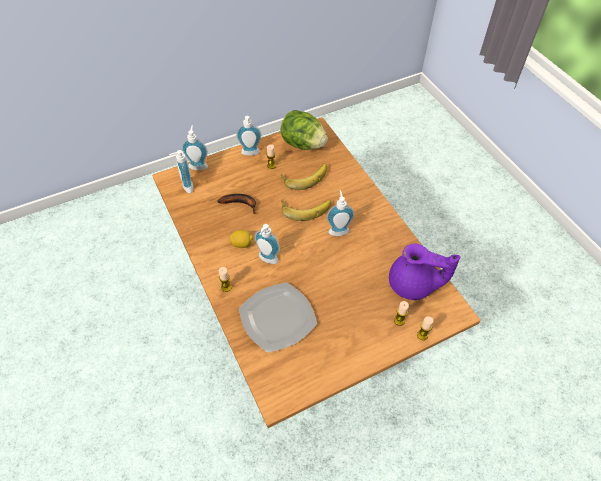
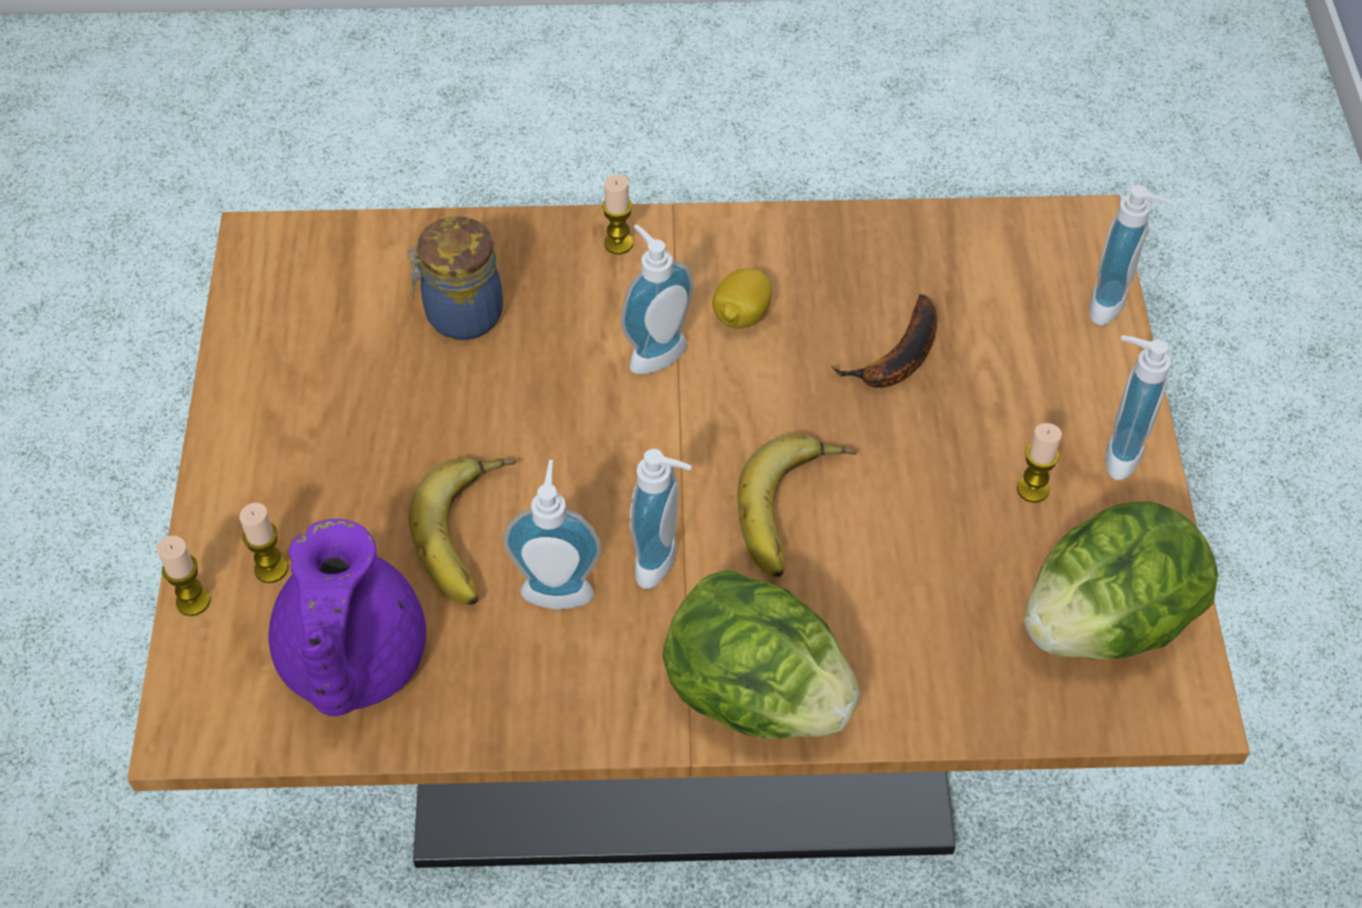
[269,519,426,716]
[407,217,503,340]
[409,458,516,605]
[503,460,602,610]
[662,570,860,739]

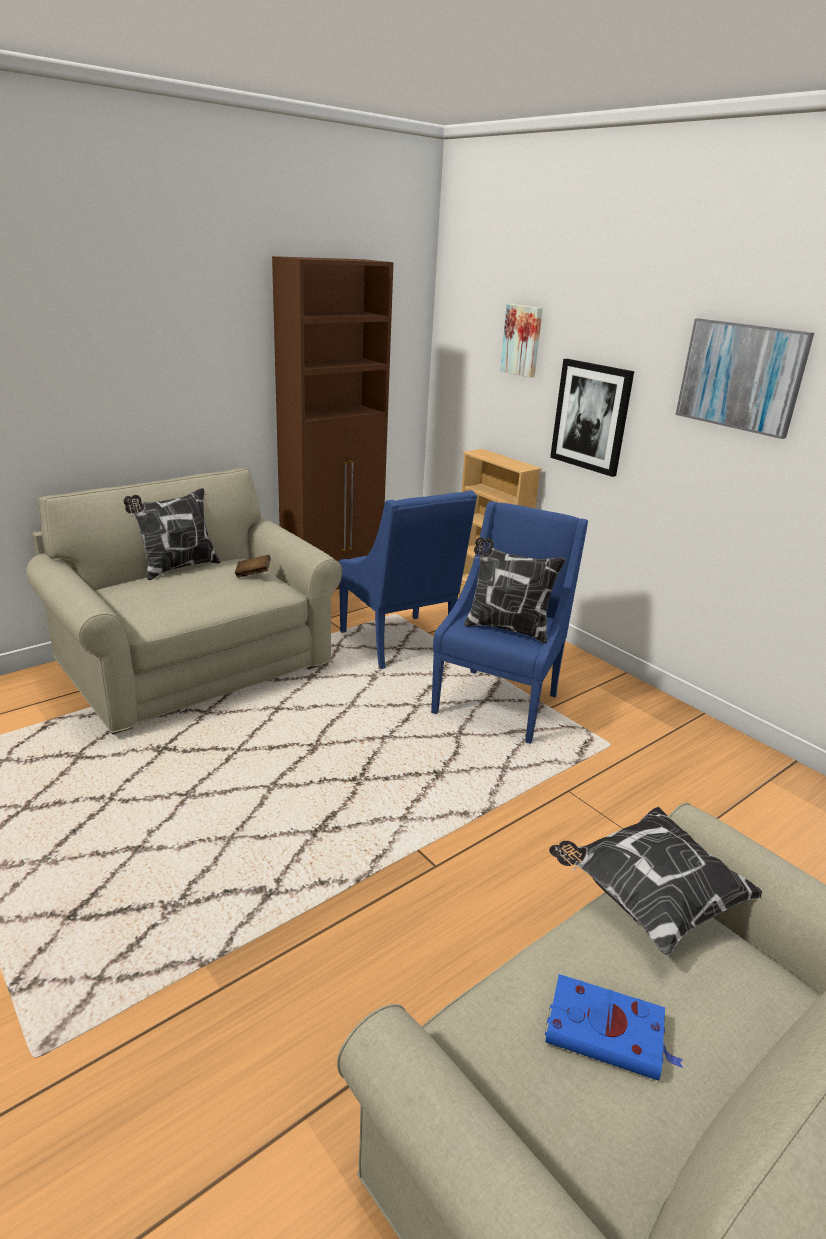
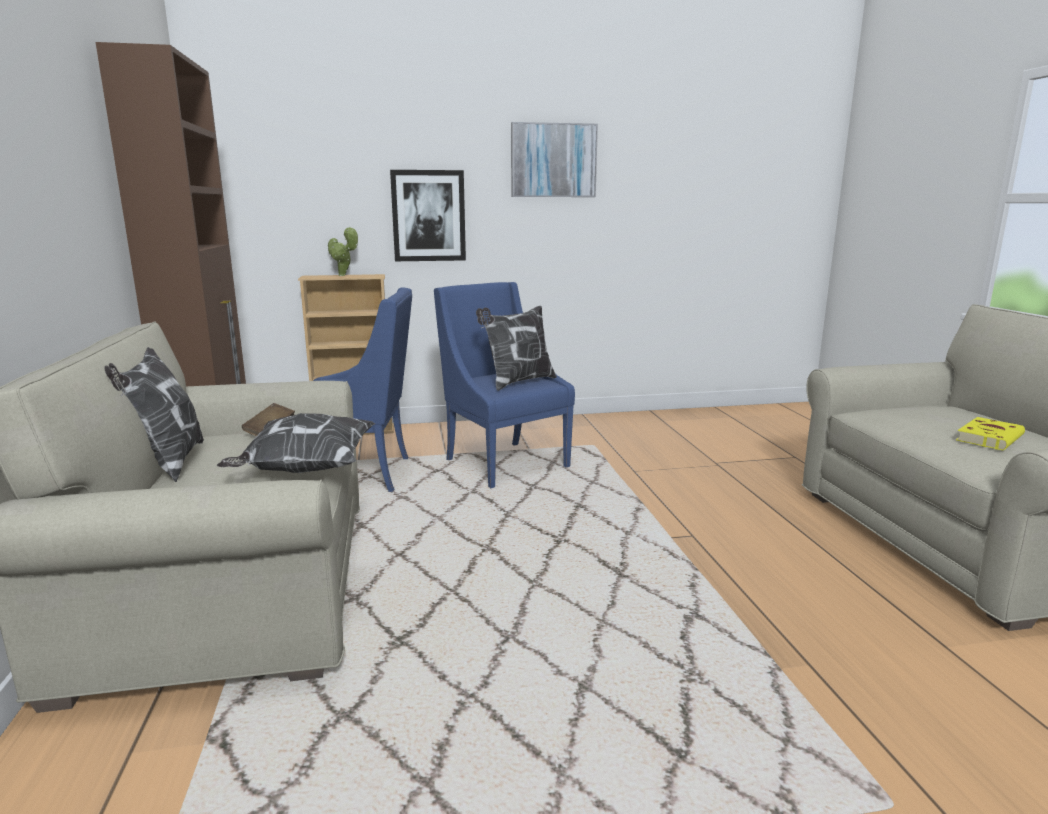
[217,413,375,473]
[328,227,358,276]
[956,417,1025,450]
[500,304,543,378] (first image)

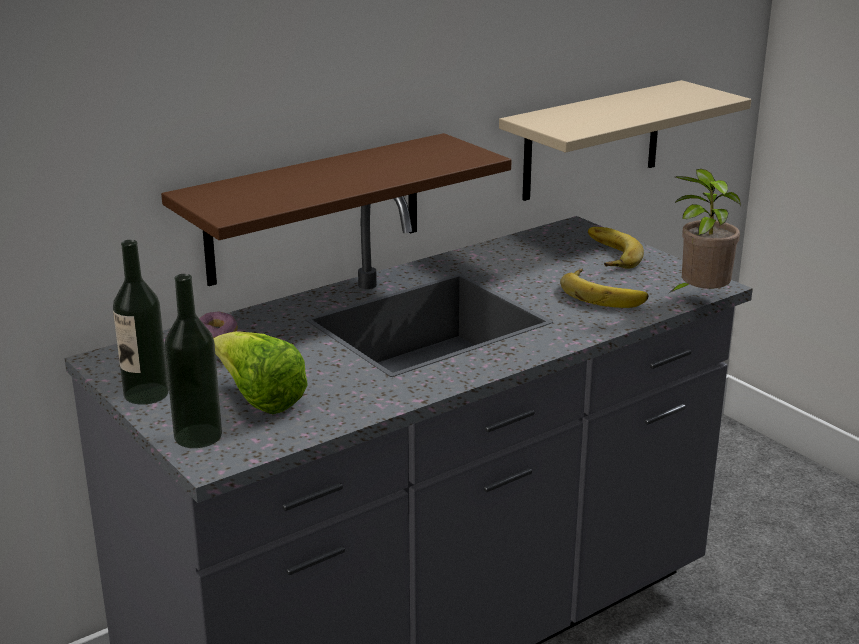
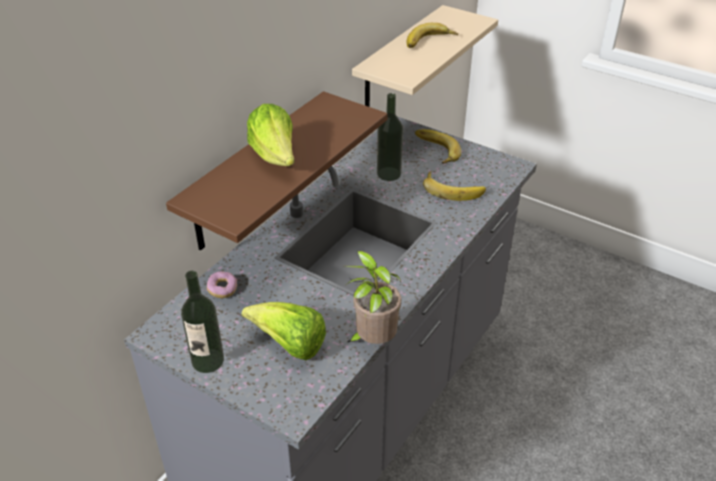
[247,104,294,166]
[344,251,401,344]
[377,93,403,181]
[407,23,458,48]

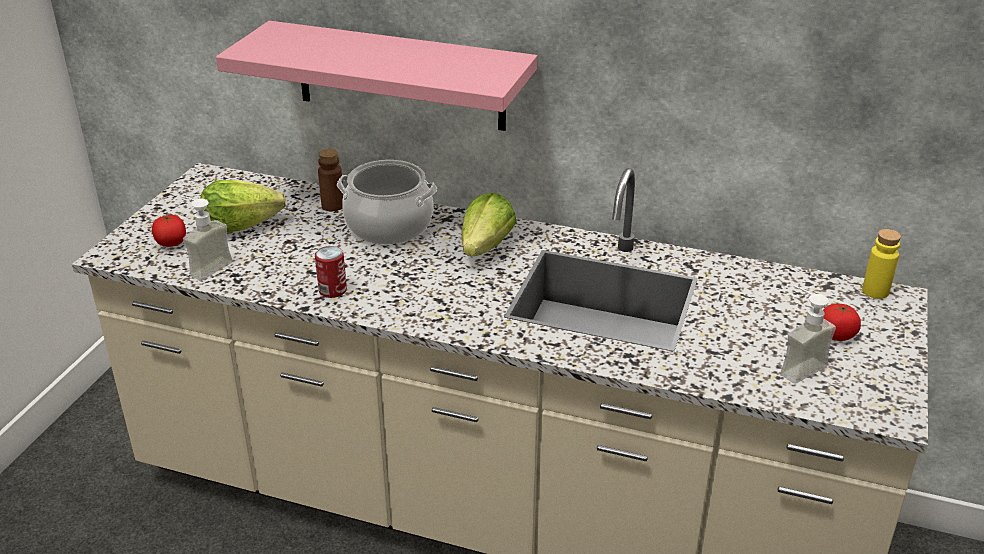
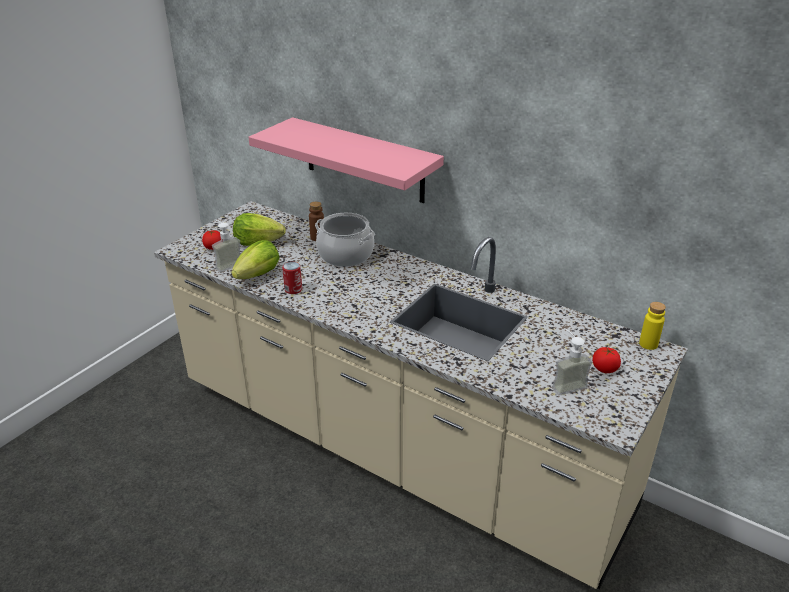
[231,240,280,279]

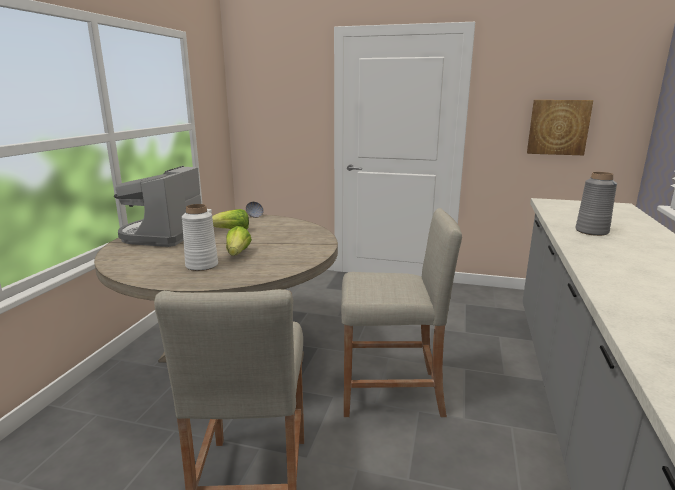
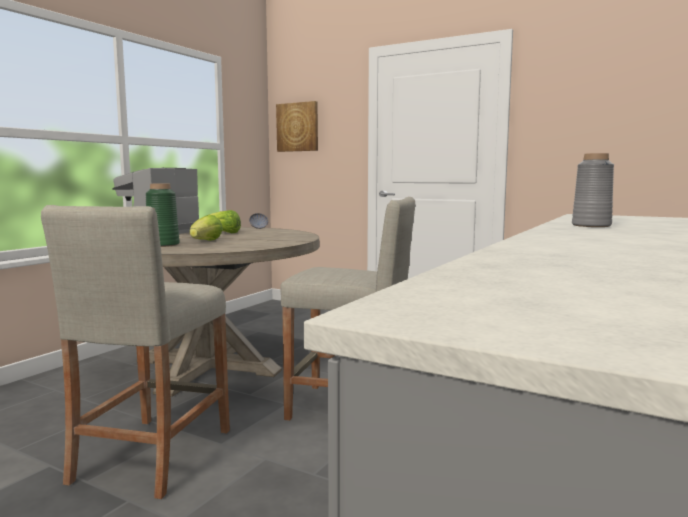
[146,184,180,247]
[276,101,318,152]

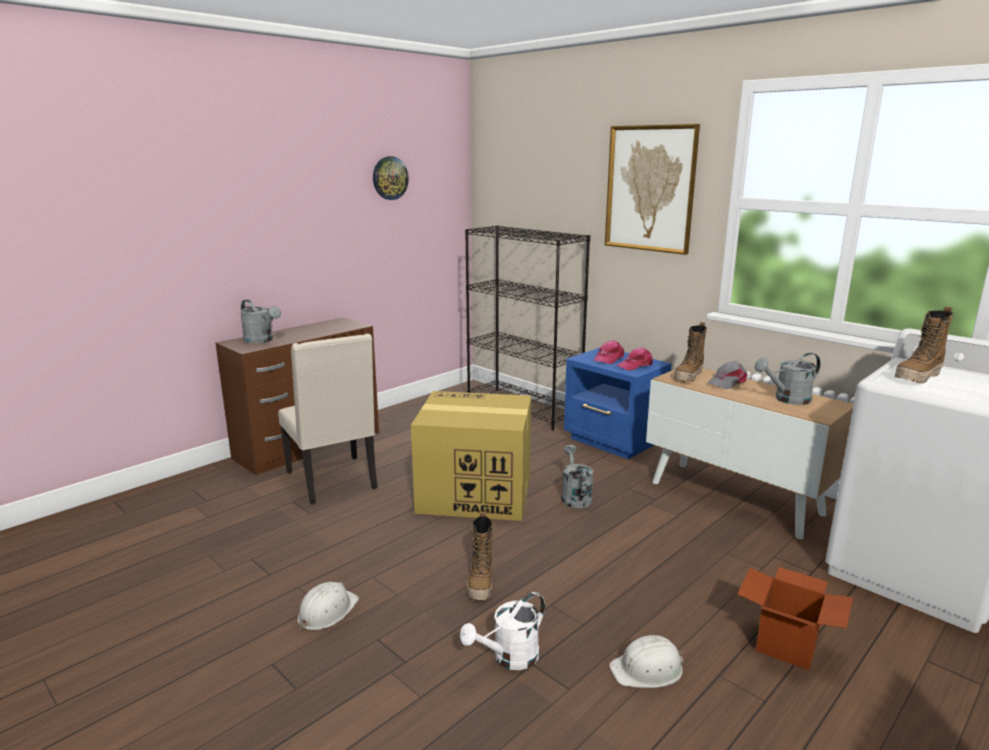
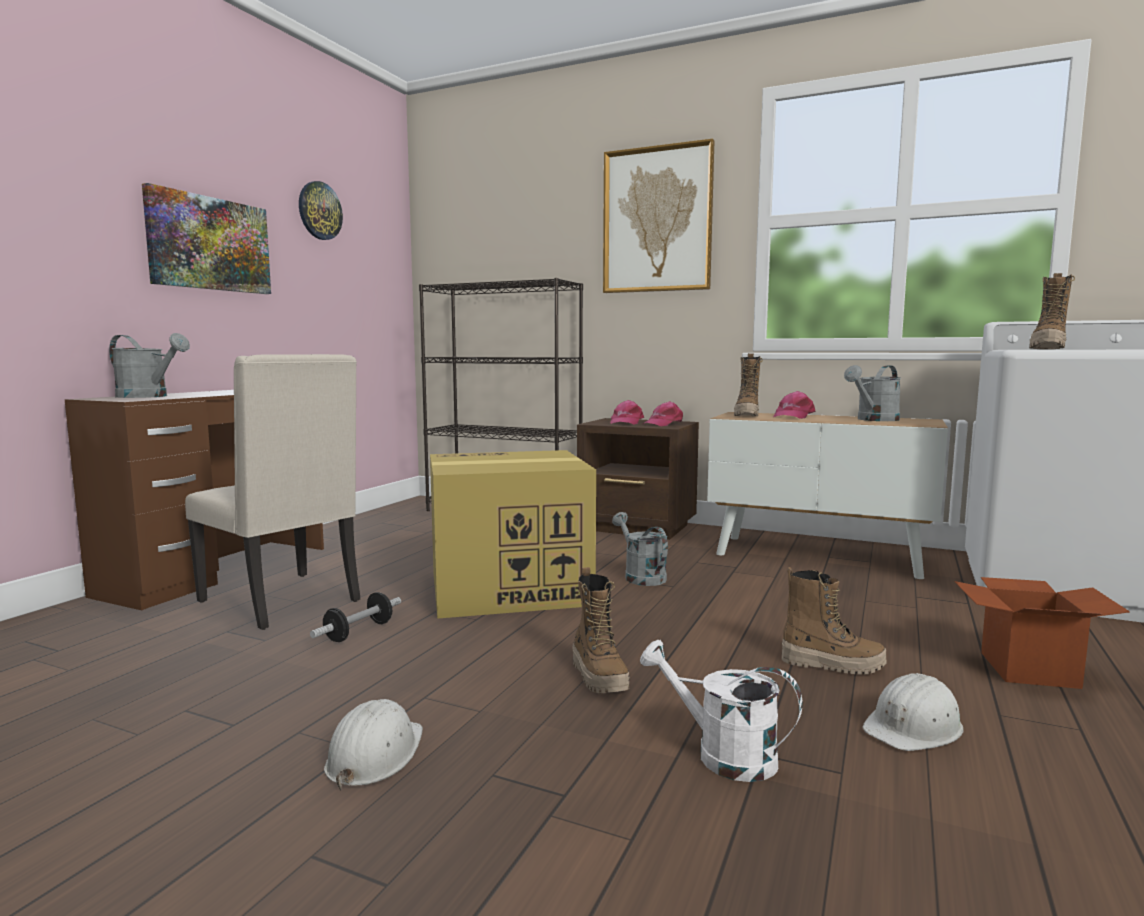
[142,183,271,294]
[310,592,401,642]
[577,418,699,540]
[640,640,802,782]
[774,391,815,419]
[782,567,886,675]

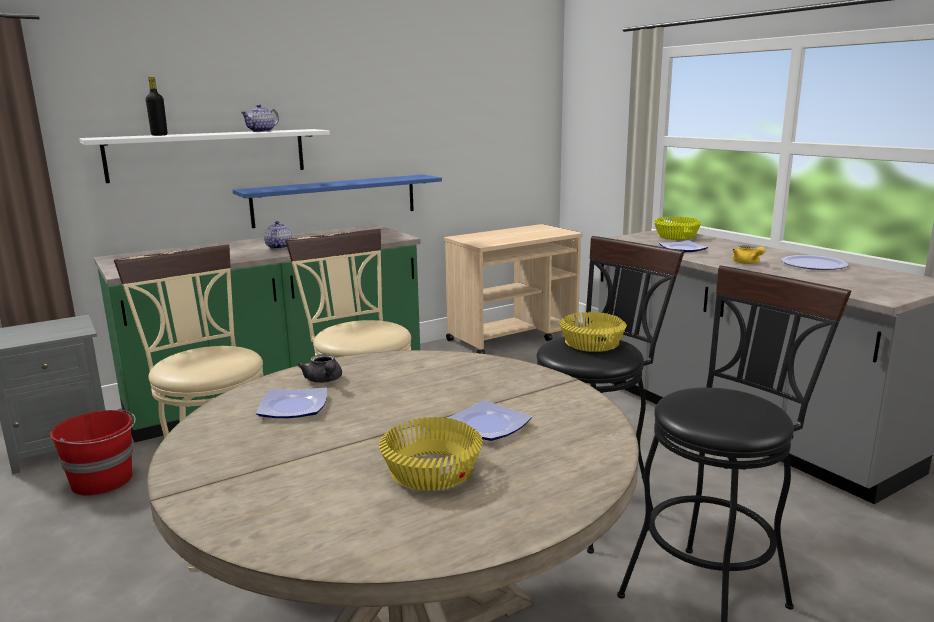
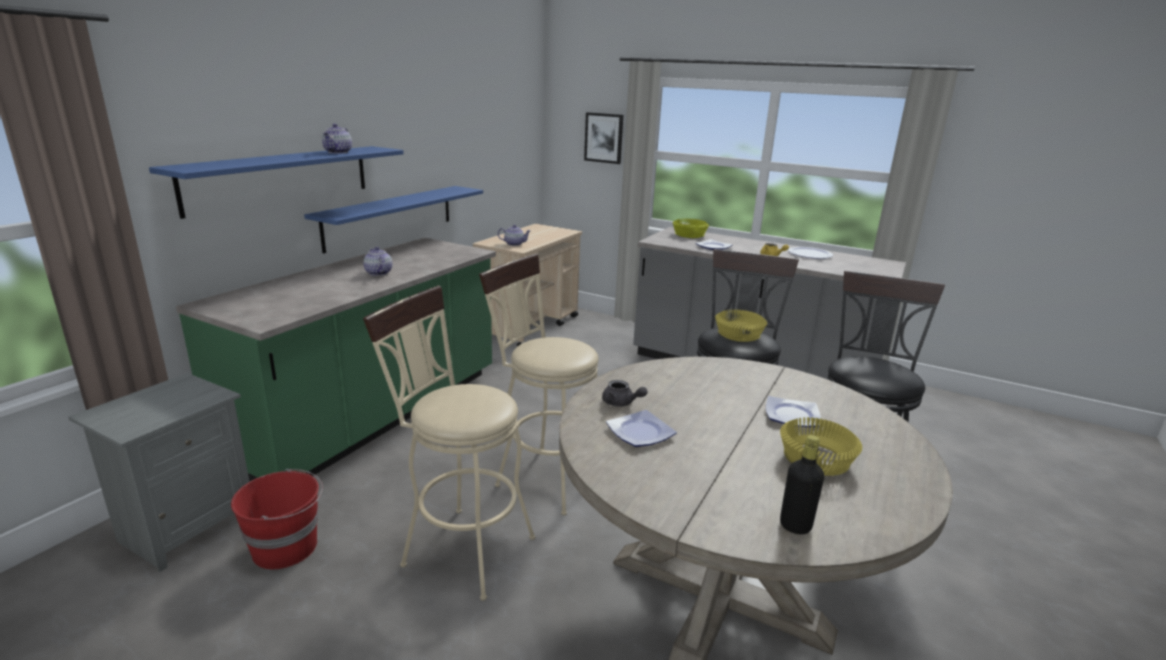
[149,146,404,219]
[498,225,531,246]
[584,112,623,164]
[780,435,824,534]

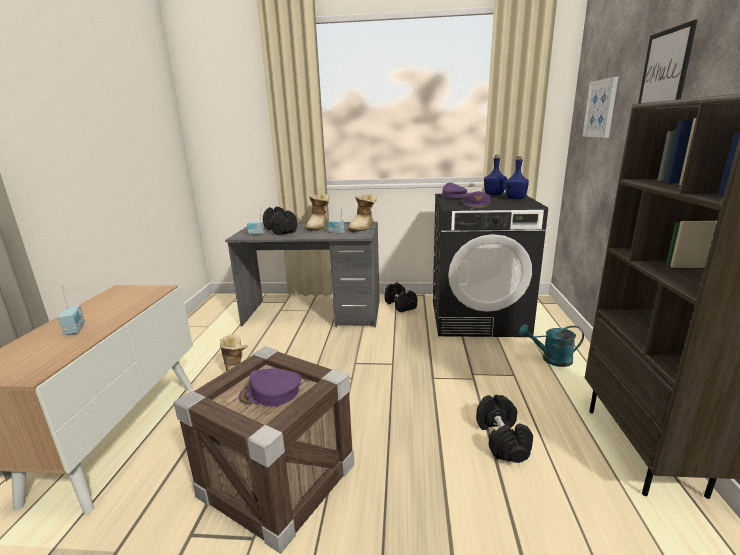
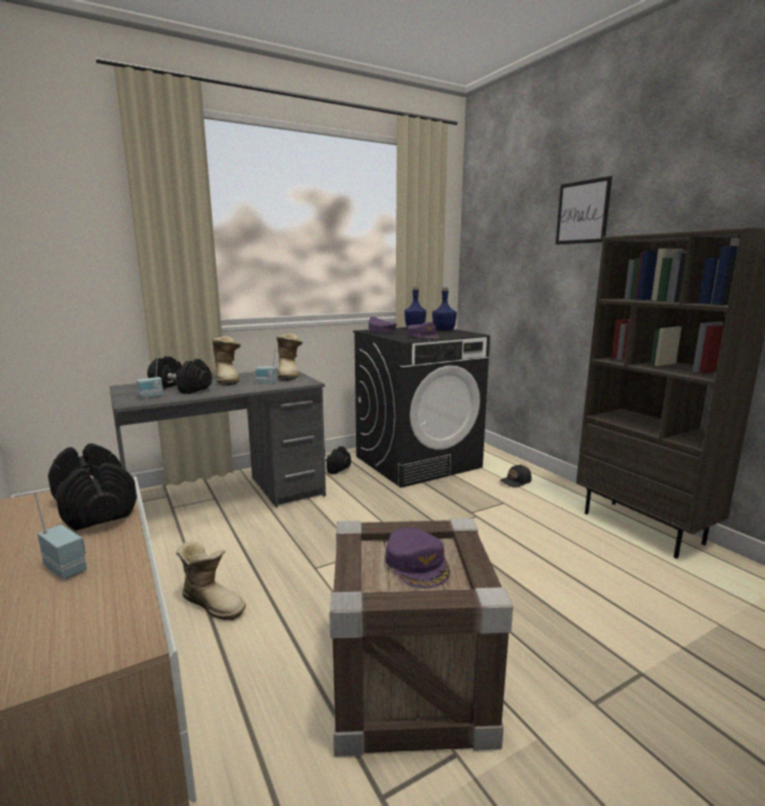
[48,443,137,531]
[386,528,450,588]
[499,464,532,487]
[582,77,618,138] (first image)

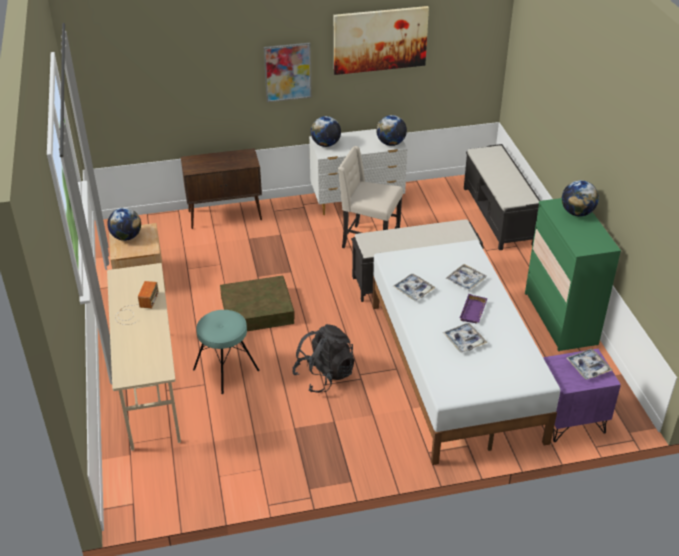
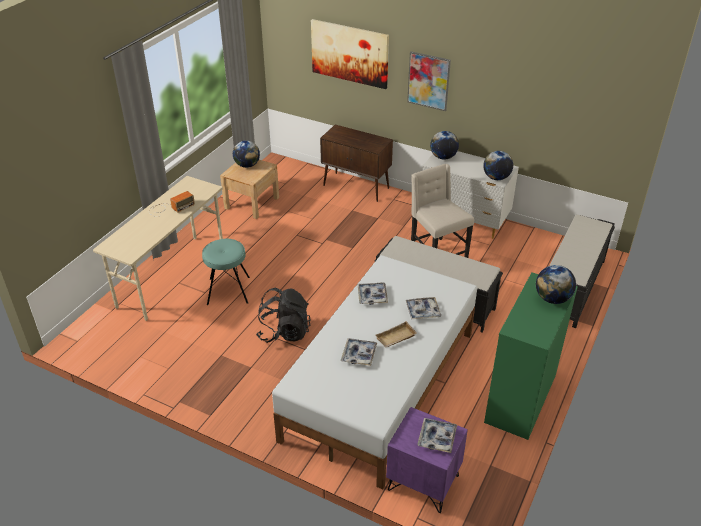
[311,19,389,89]
[376,321,417,347]
[220,276,295,331] (first image)

